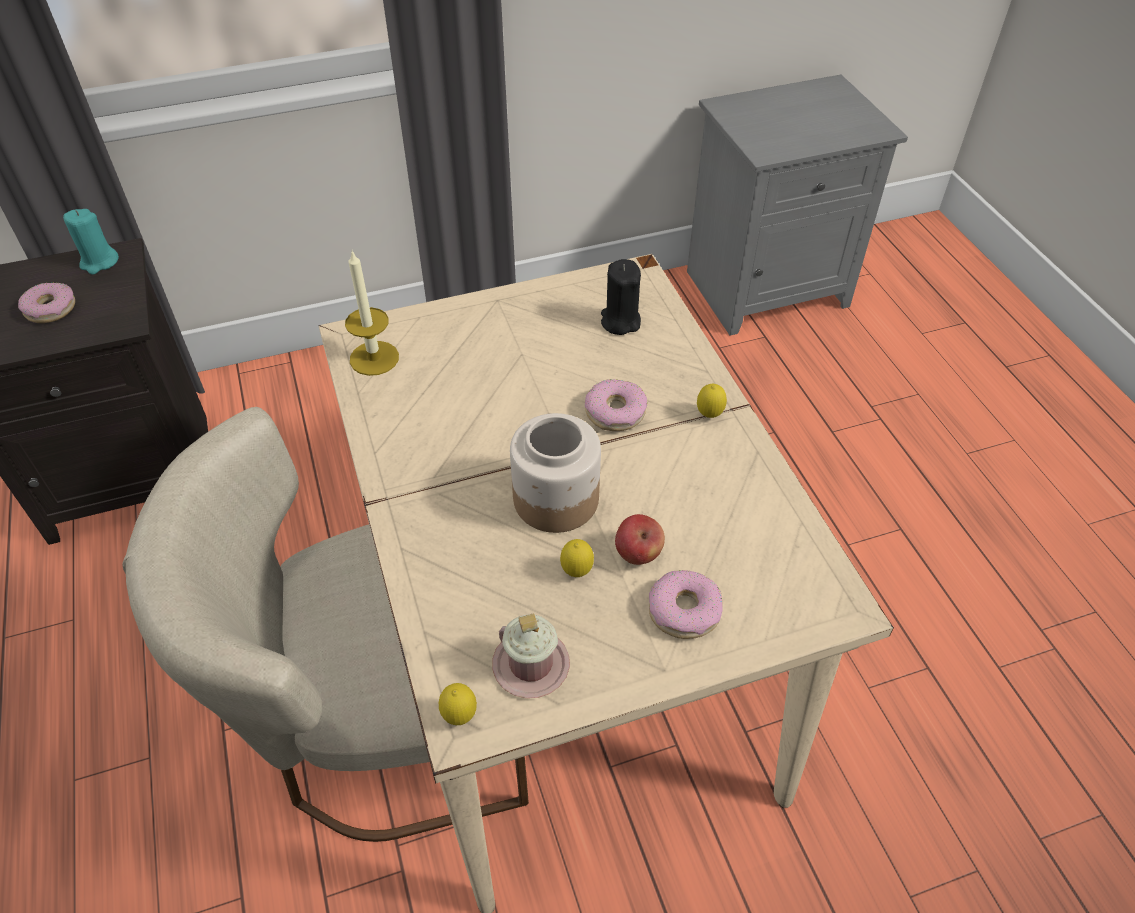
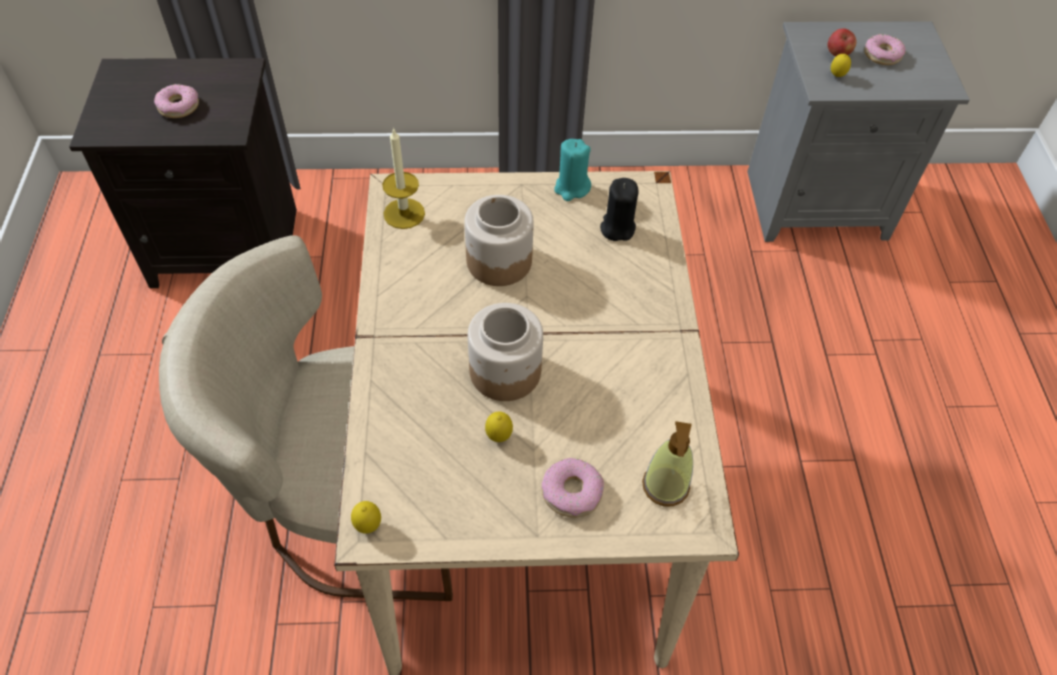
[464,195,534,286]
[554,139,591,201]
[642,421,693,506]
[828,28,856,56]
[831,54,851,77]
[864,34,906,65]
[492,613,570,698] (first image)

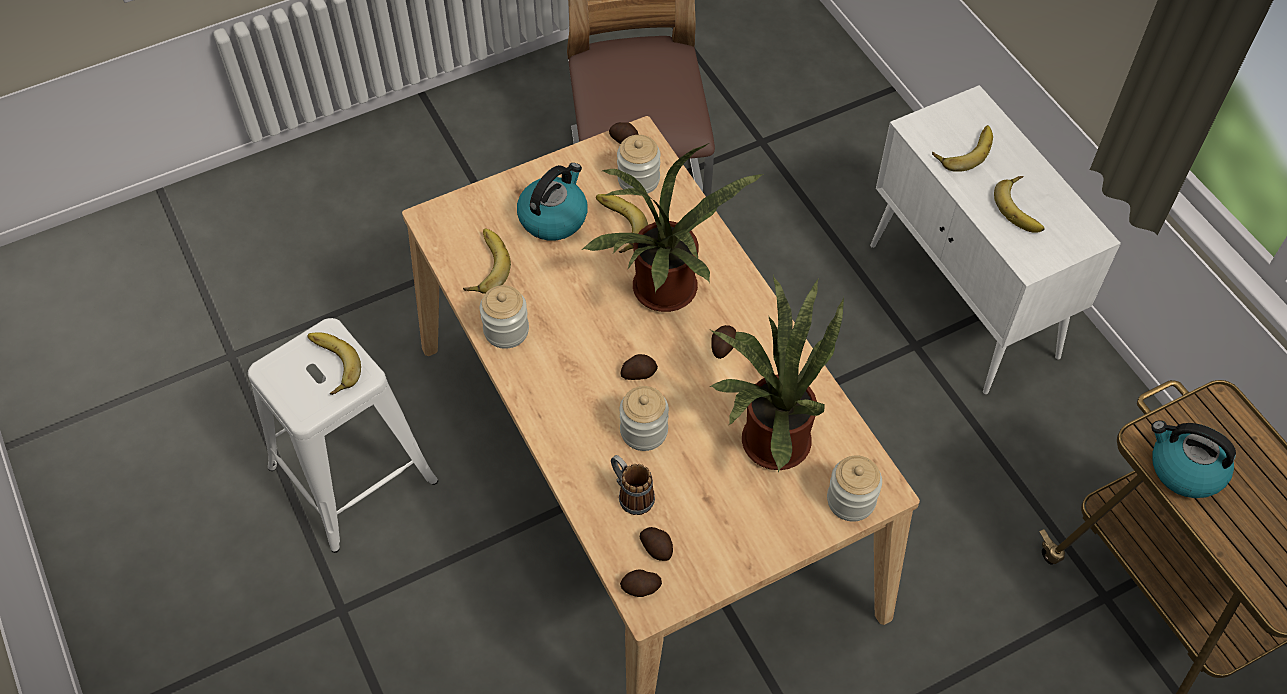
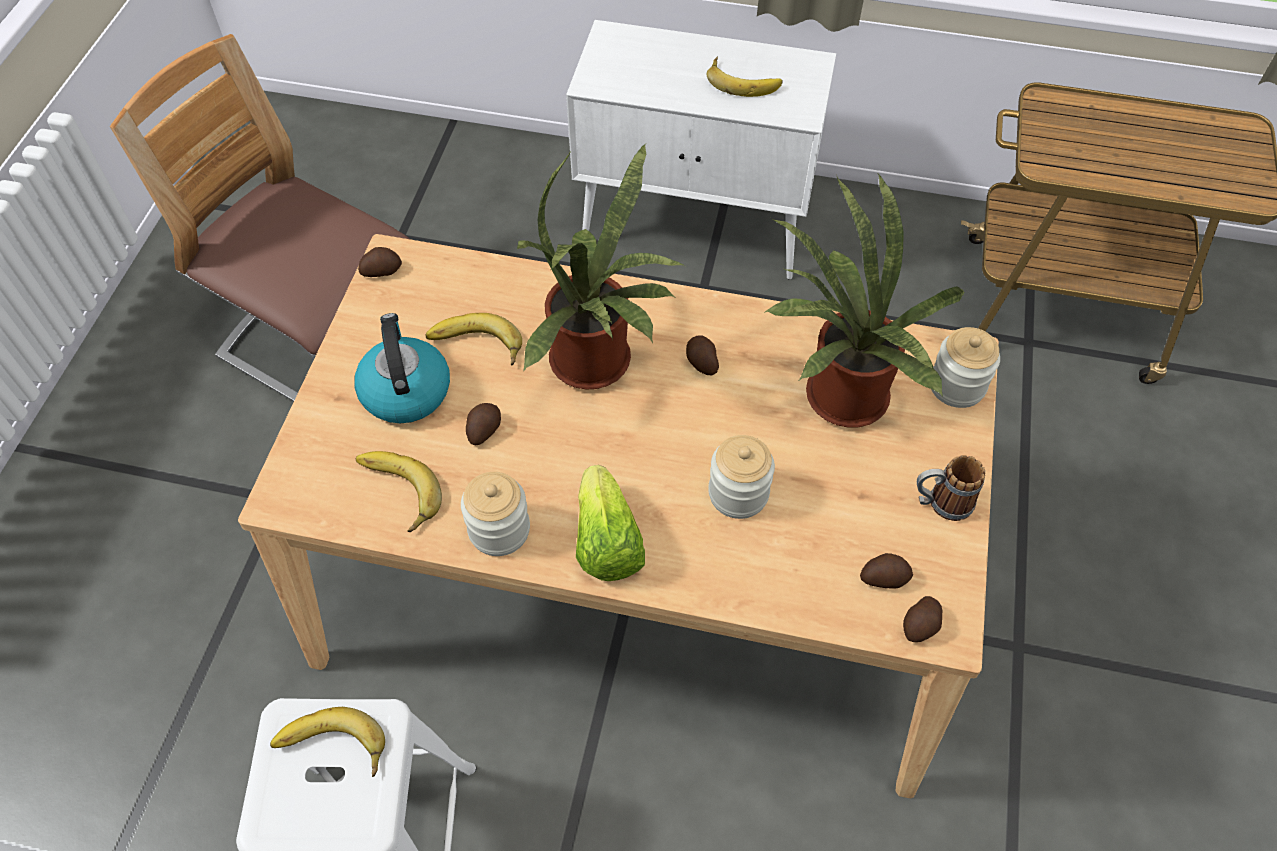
[466,403,501,446]
[576,465,645,581]
[917,455,985,521]
[617,135,660,194] (first image)
[932,125,993,172] (first image)
[1151,420,1236,498] (first image)

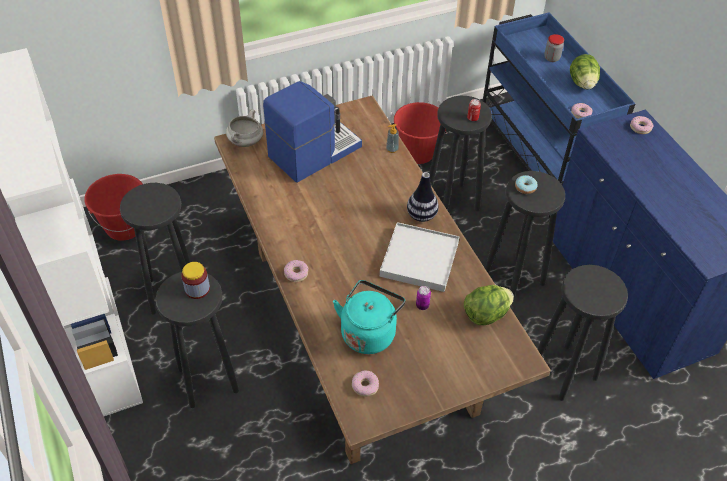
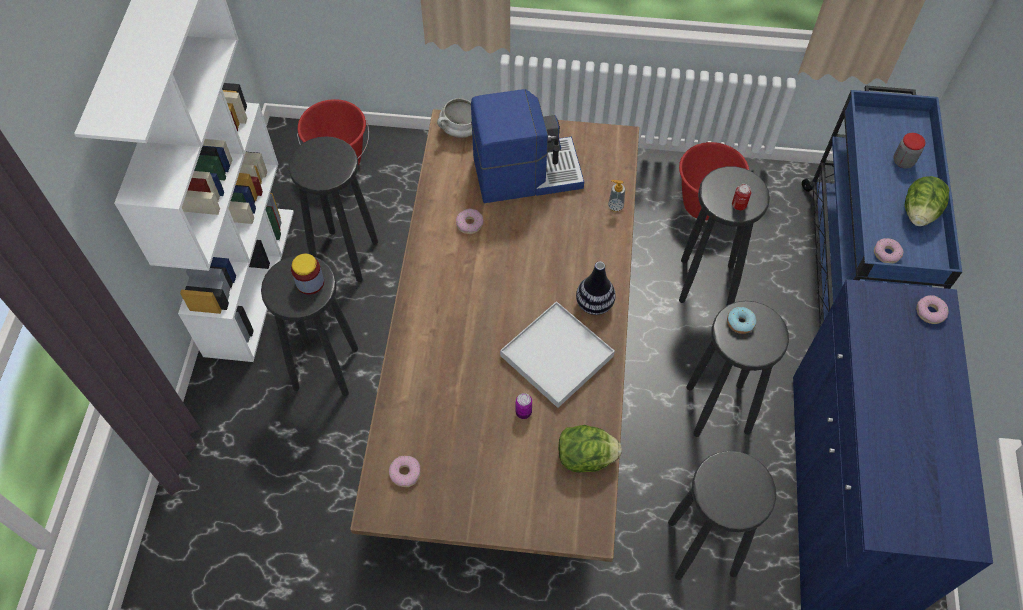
[456,208,483,234]
[333,280,405,354] (first image)

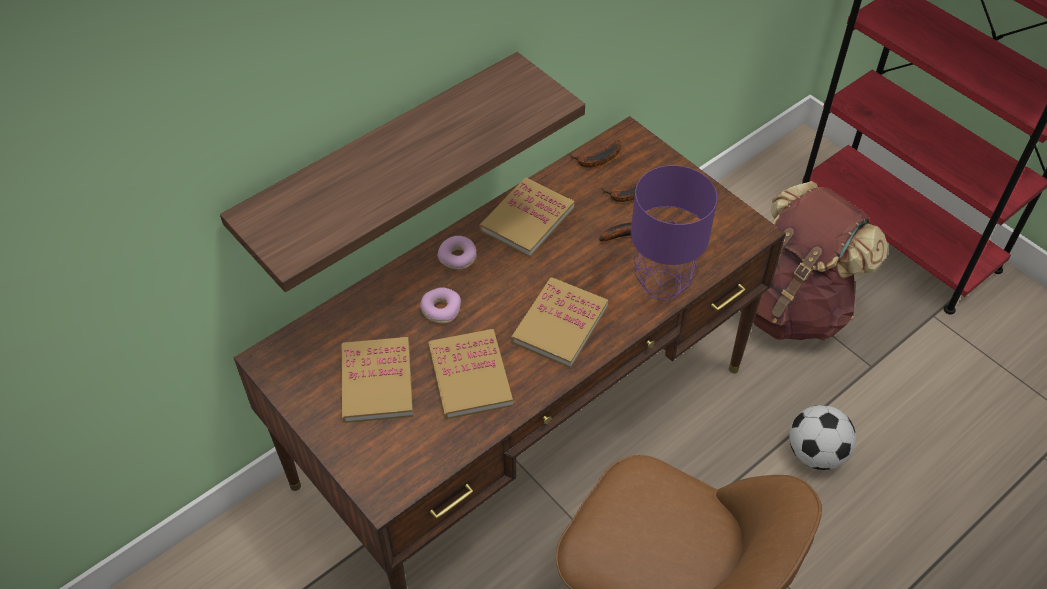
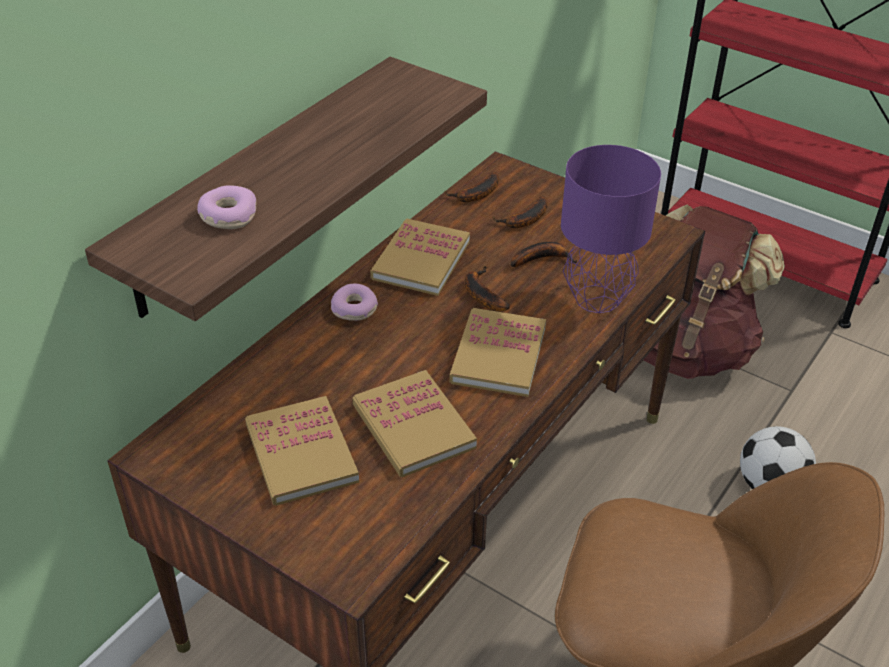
[197,185,256,229]
[465,266,510,311]

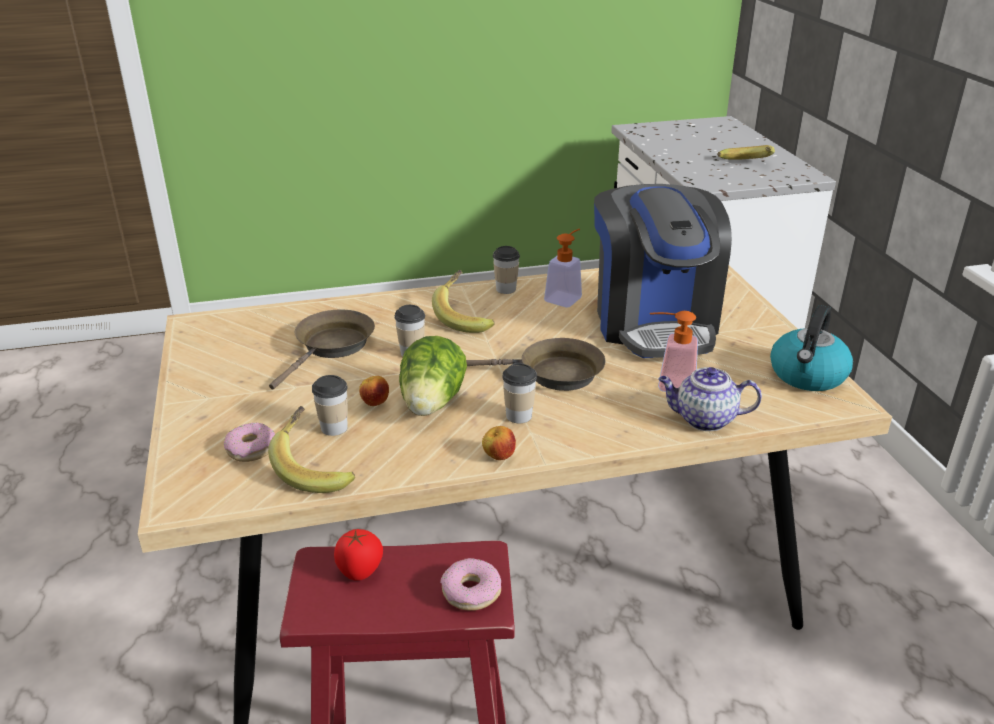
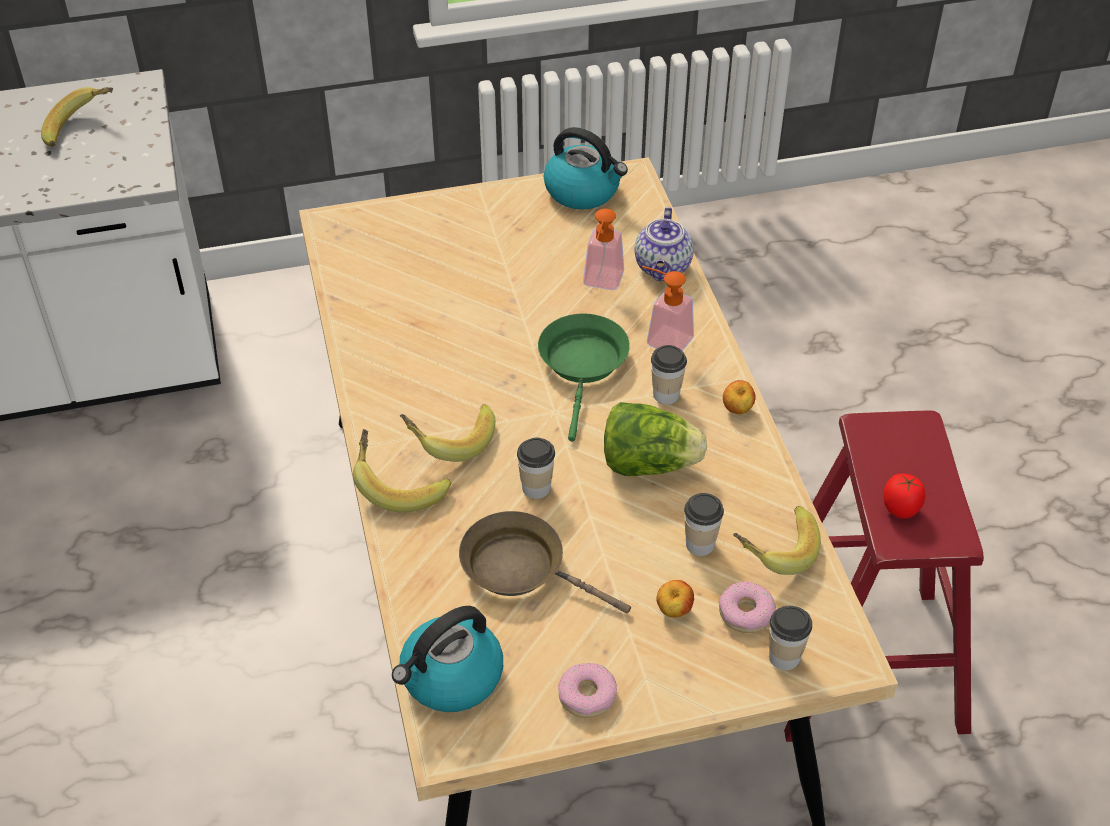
[353,429,451,513]
[392,606,503,712]
[538,314,630,442]
[558,663,617,718]
[642,266,694,351]
[656,580,694,618]
[769,606,812,670]
[594,184,732,358] (first image)

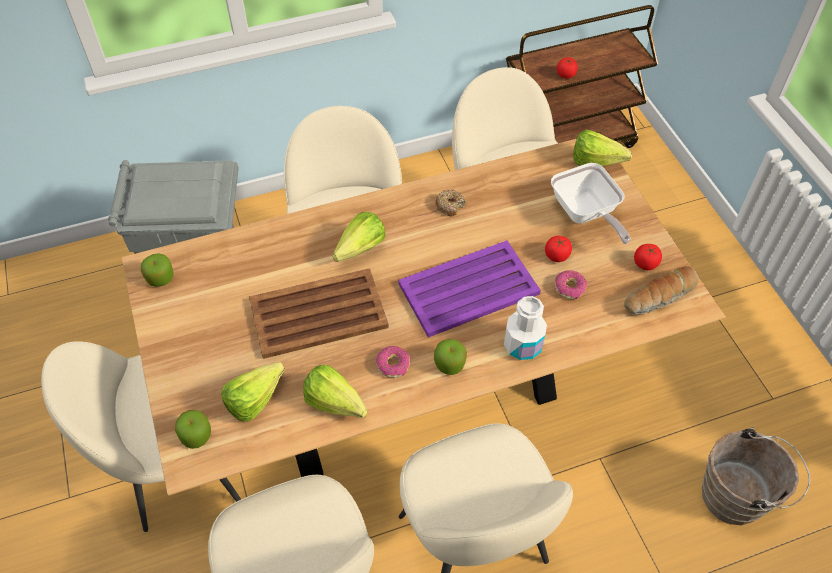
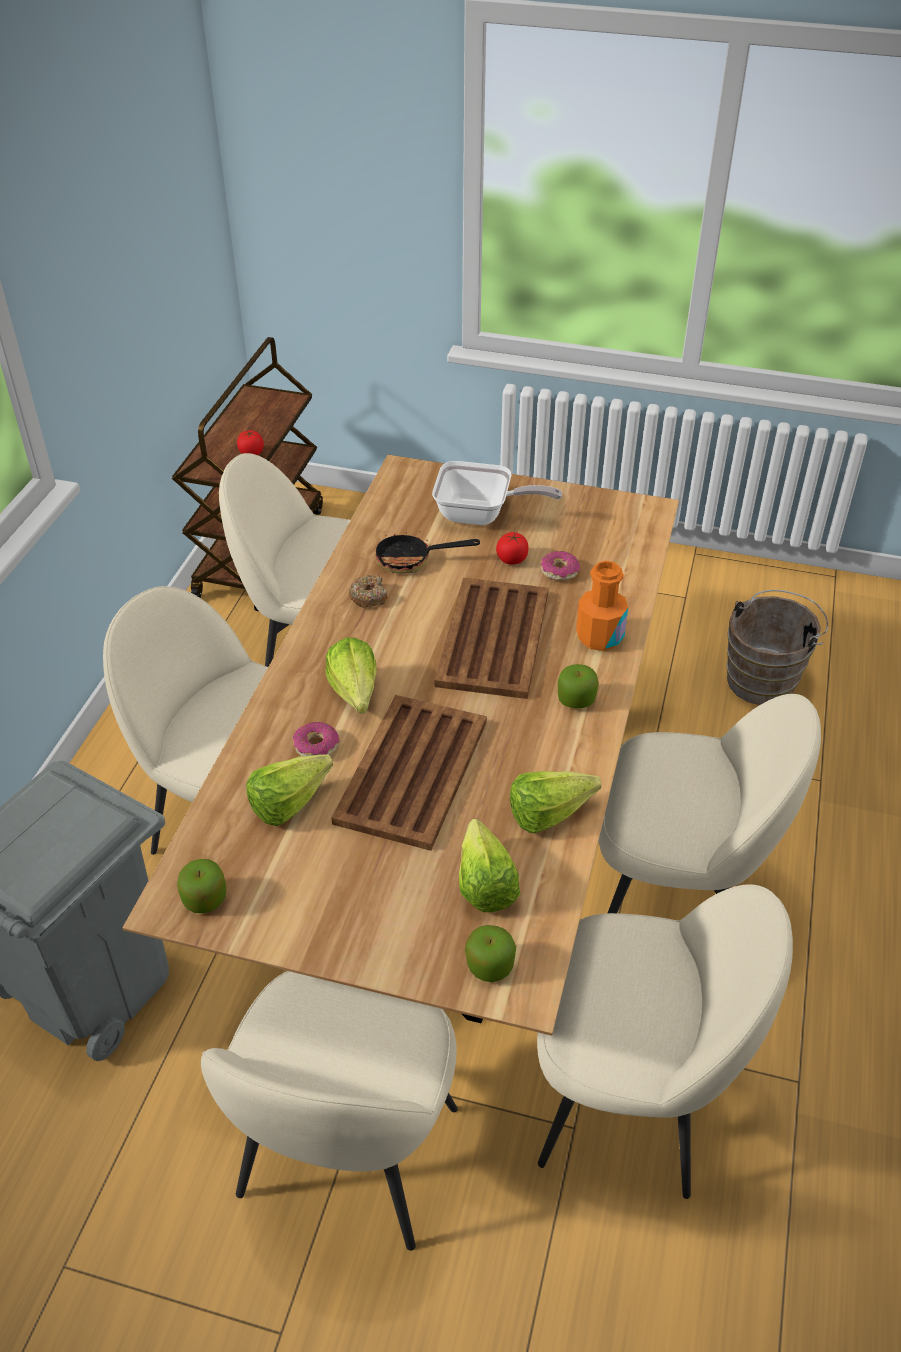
[246,755,333,826]
[293,722,340,756]
[375,525,480,574]
[435,578,549,699]
[576,561,628,651]
[624,266,699,315] (first image)
[634,244,662,270] (first image)

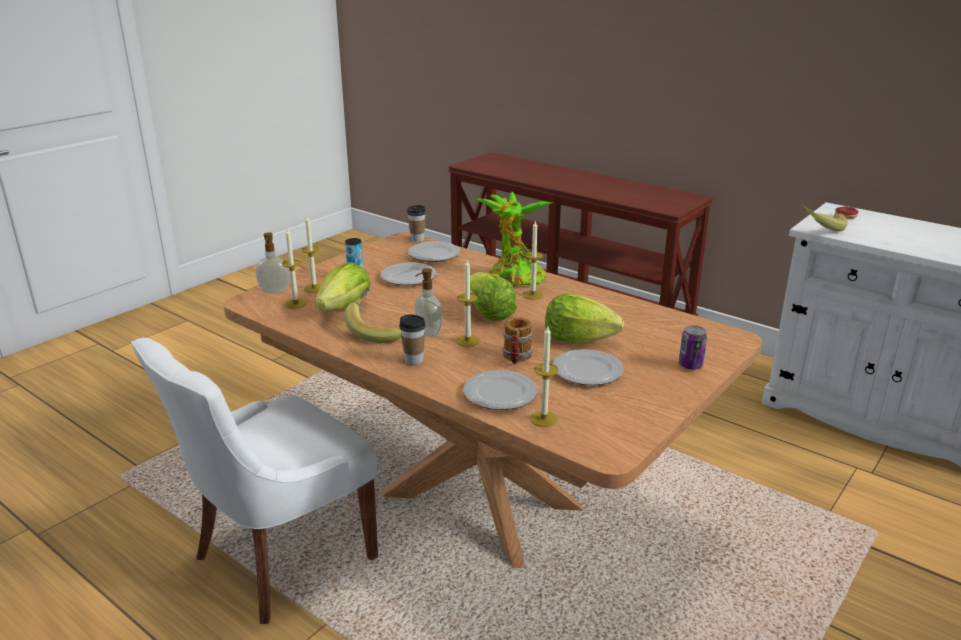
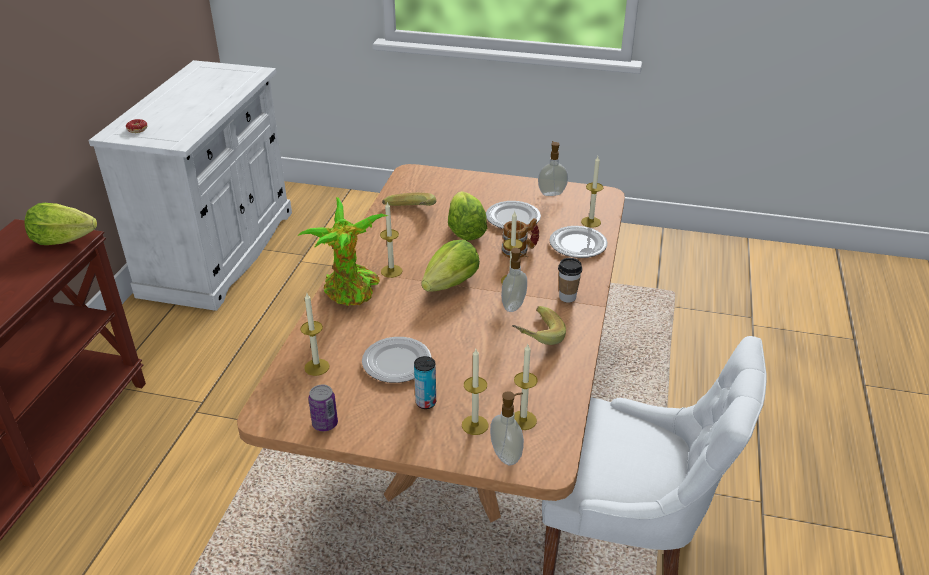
[24,203,97,245]
[301,293,330,376]
[308,385,338,431]
[382,193,436,206]
[538,141,568,196]
[407,205,426,242] (first image)

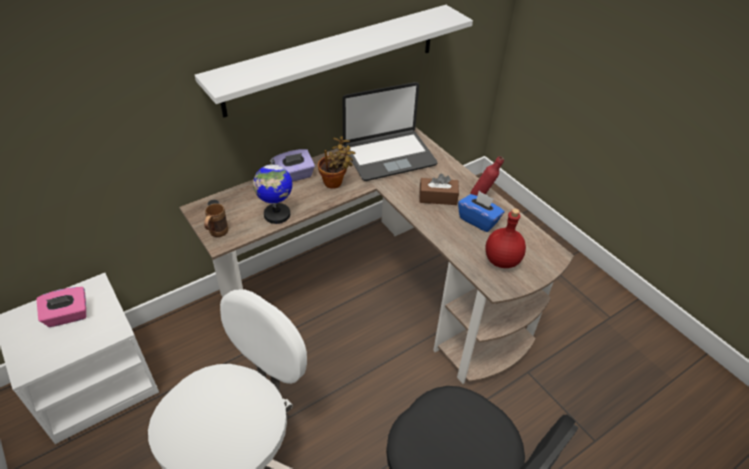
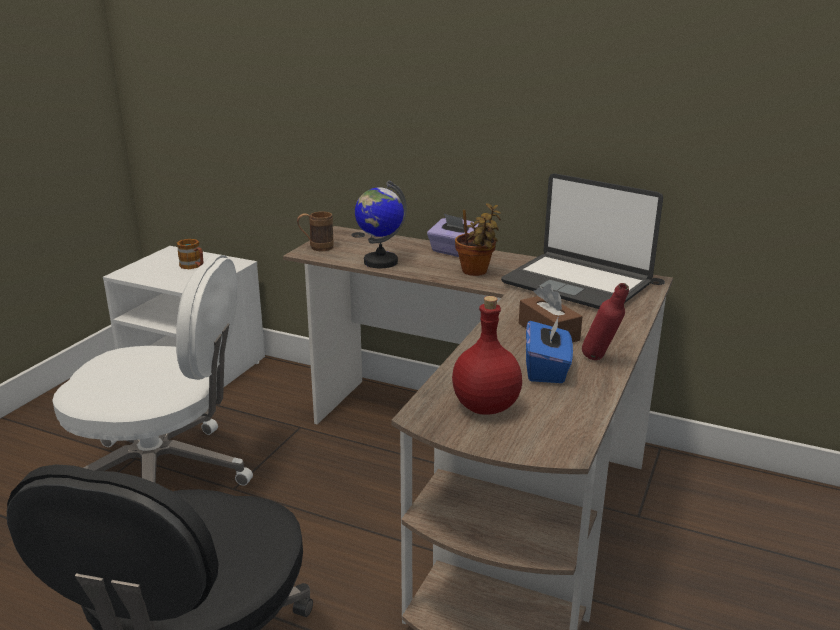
[177,239,203,269]
[195,5,473,118] (first image)

